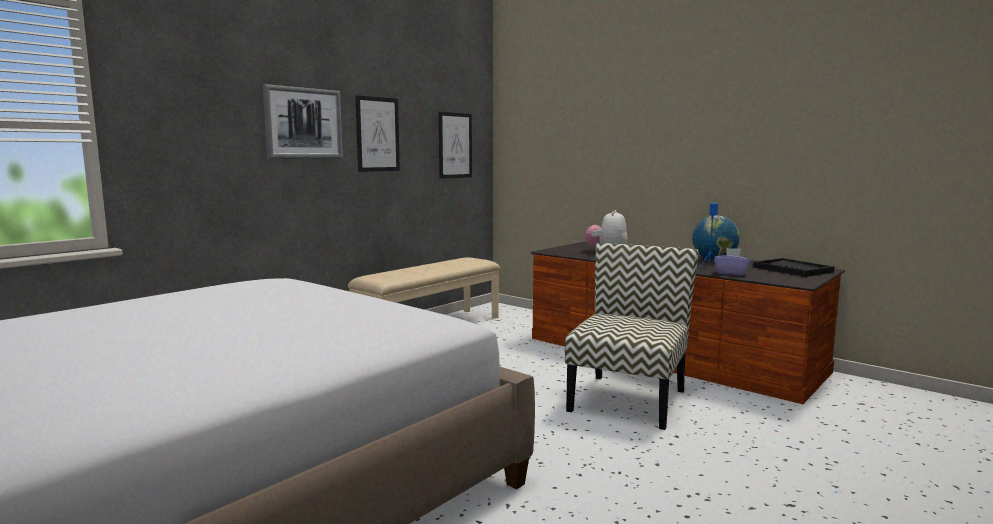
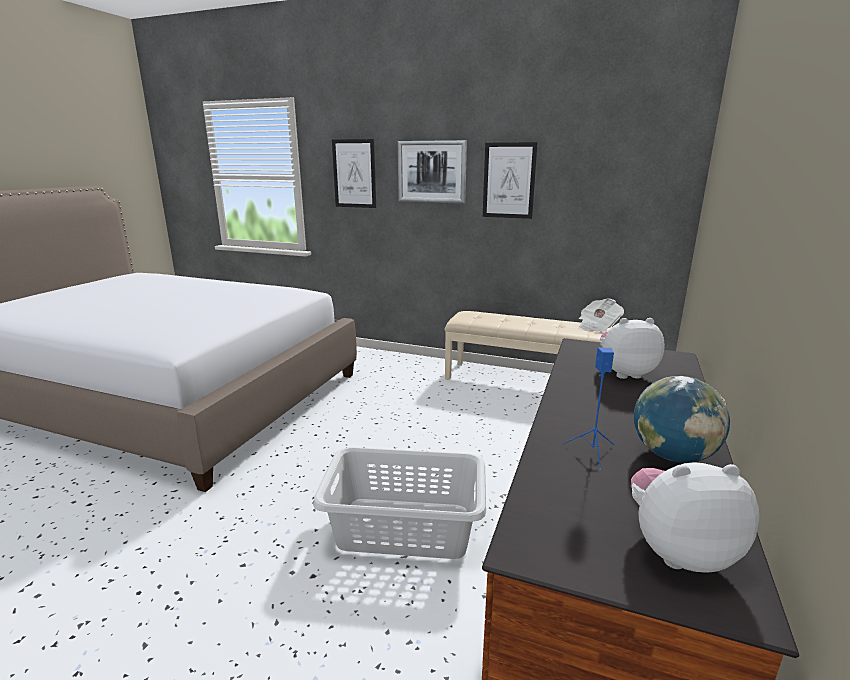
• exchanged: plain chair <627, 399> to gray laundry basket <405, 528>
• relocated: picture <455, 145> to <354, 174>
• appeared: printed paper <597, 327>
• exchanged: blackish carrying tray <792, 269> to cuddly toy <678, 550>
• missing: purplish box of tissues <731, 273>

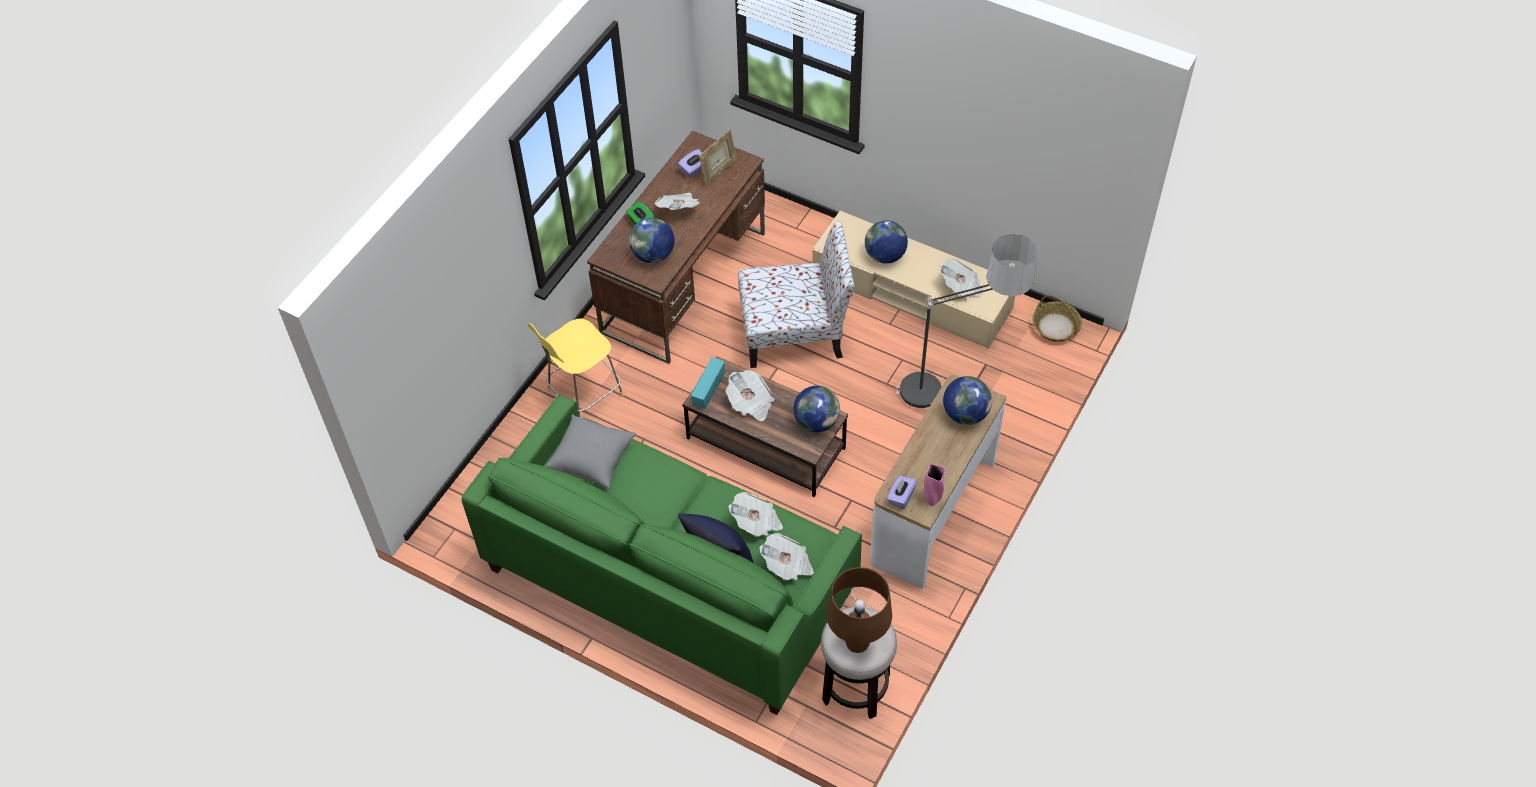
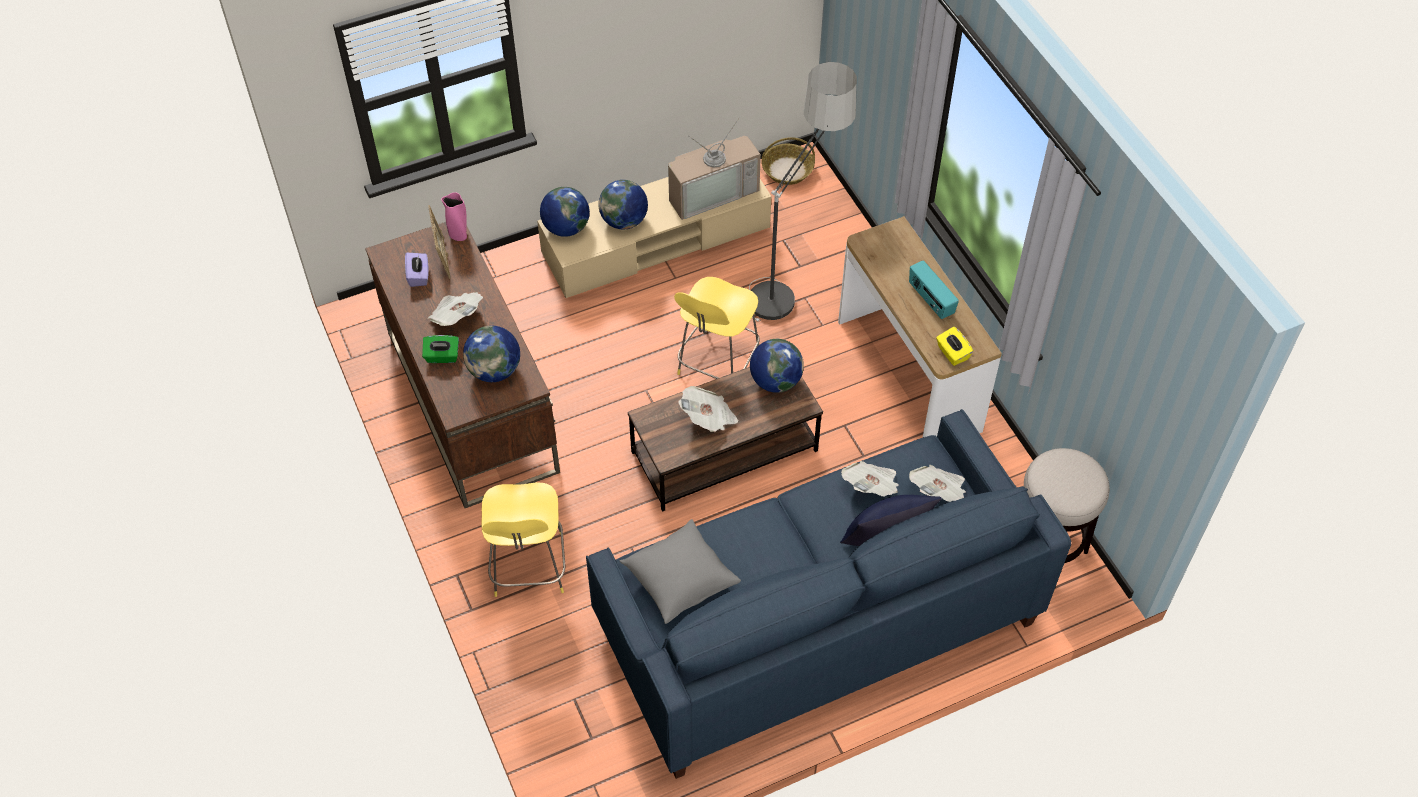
• relocated: pink-coloured decorative vase <932, 499> to <459, 236>
• relocated: desk globe <965, 414> to <566, 228>
• colour: green settee <670, 580> to blue-coloured settee <816, 623>
• exchanged: printed paper <961, 287> to TV <712, 191>
• appeared: yellow-coloured stool <717, 365>
• relocated: radio set <708, 391> to <930, 300>
• colour: purplish box of tissues <901, 497> to yellow-coloured box of tissues <952, 353>
• missing: plain chair <795, 332>
• missing: brown table lamp <857, 644>

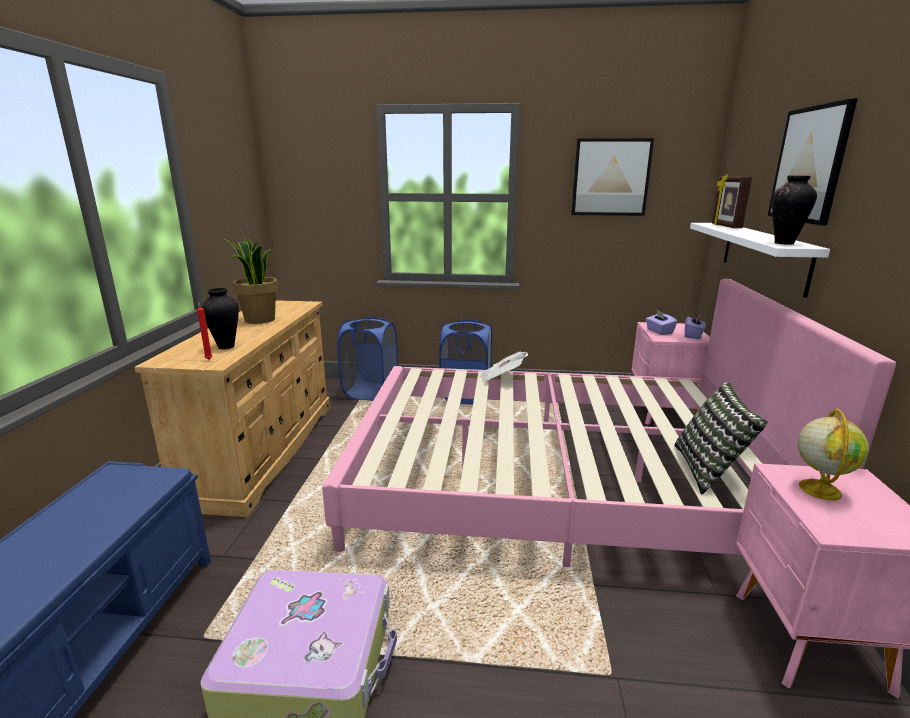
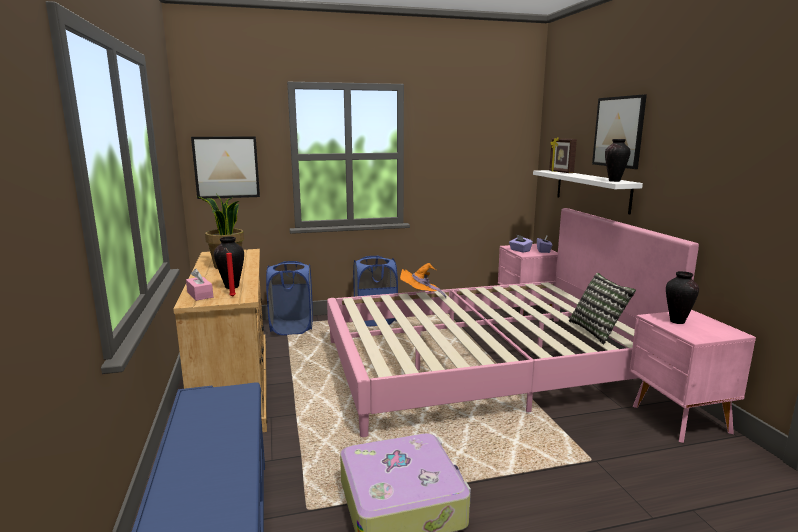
• appeared: pink-coloured box of tissues <200, 295>
• relocated: picture <610, 177> to <226, 167>
• exchanged: printed paper <501, 378> to orange hat <420, 296>
• exchanged: desk globe <819, 489> to decorative vase <676, 321>

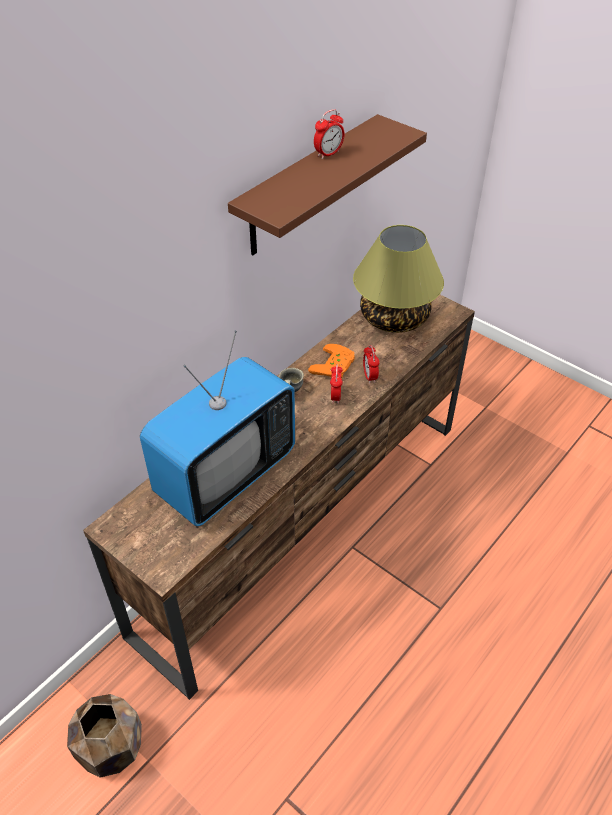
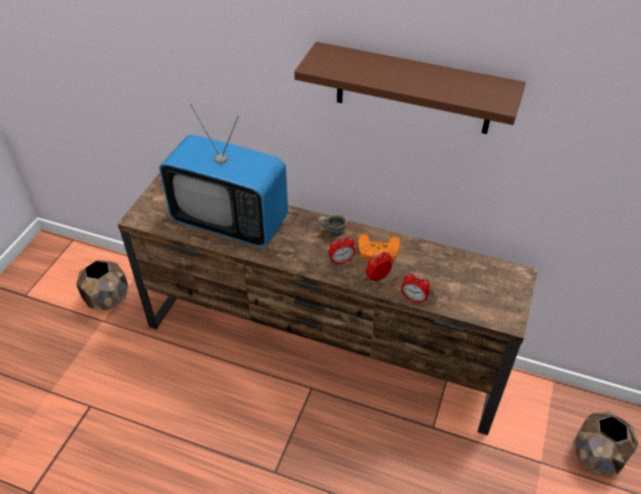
• relocated: table clock <328, 154> to <414, 299>
• appeared: brown flower pot <597, 456>
• missing: table lamp <393, 318>

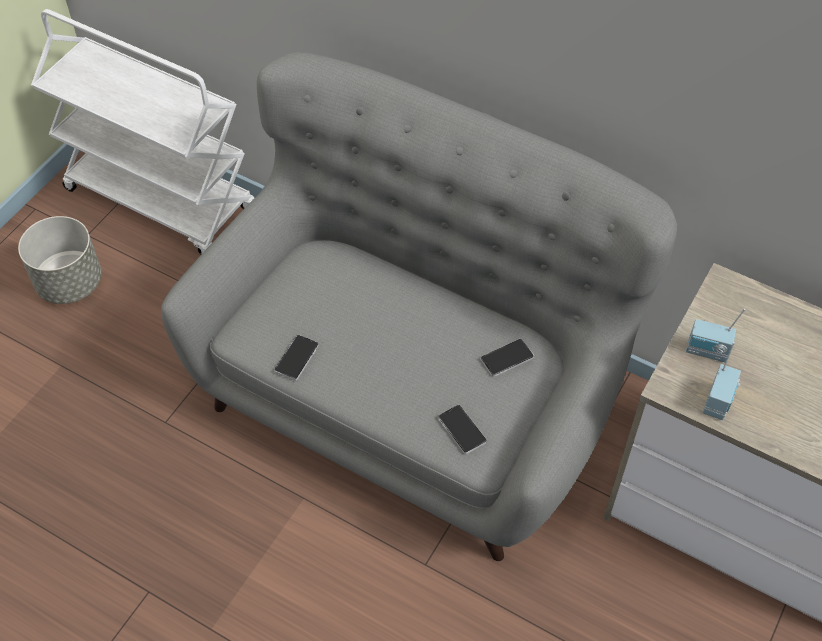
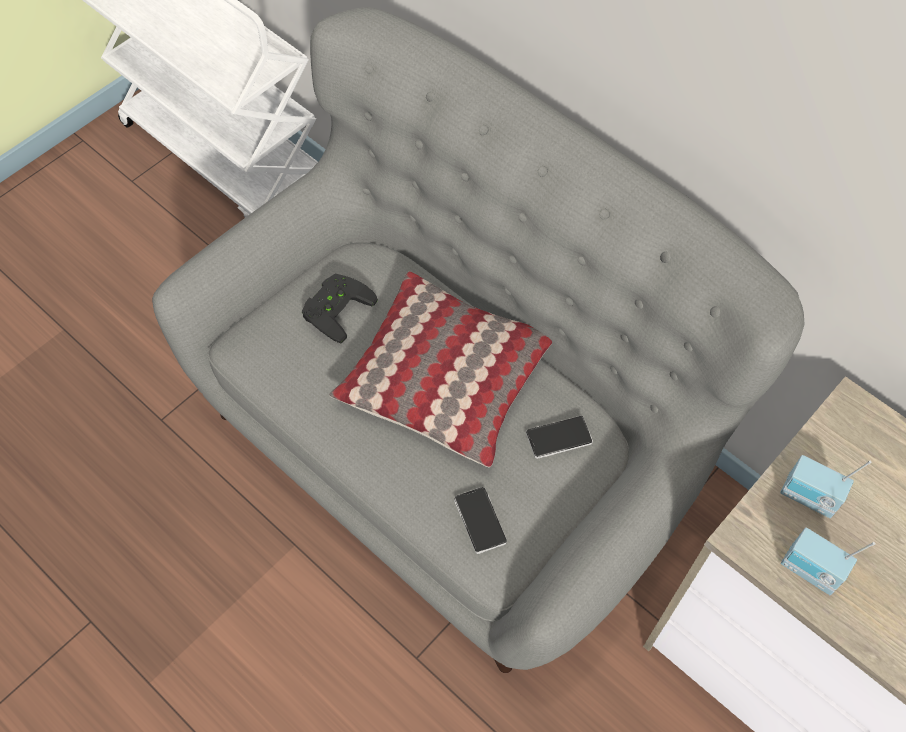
• appeared: blackish gamepad <334, 308>
• appeared: pillow <445, 378>
• spun: radio set <719, 402> = <809, 572> 90 degrees clockwise
• missing: gray flower pot <69, 282>
• missing: telephone <297, 358>

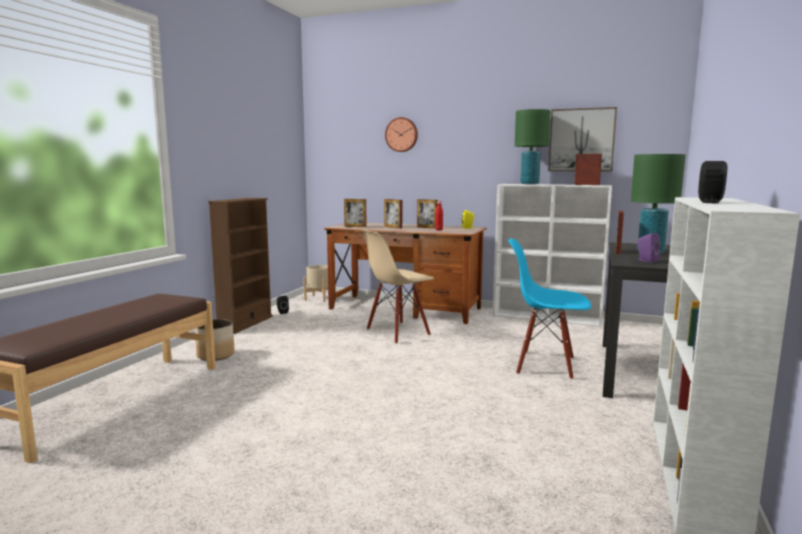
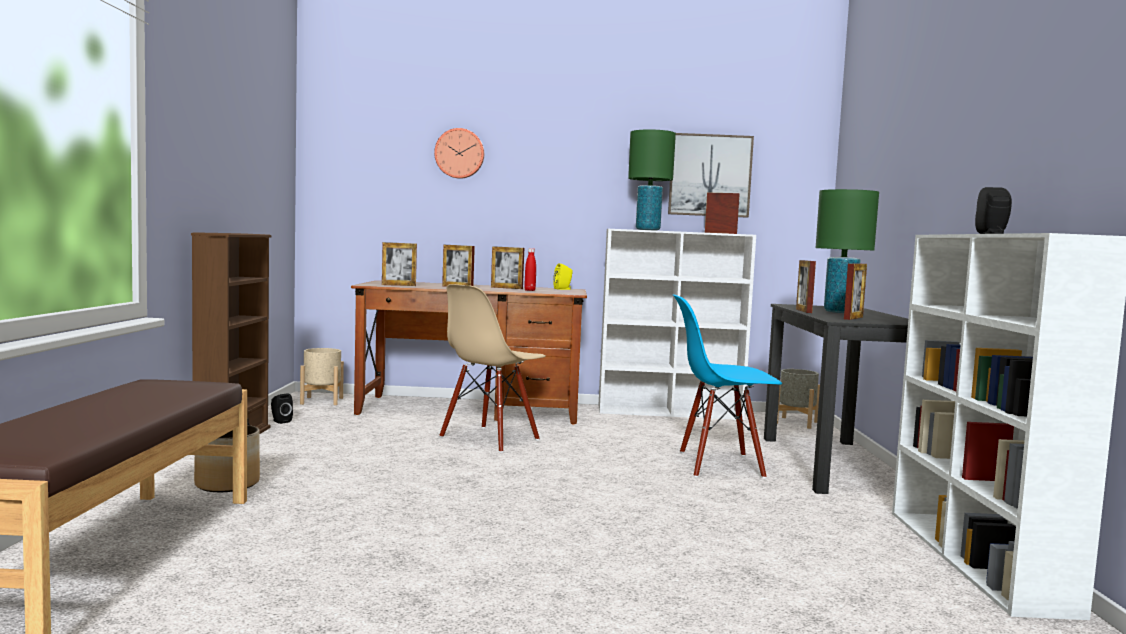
• appeared: gray flower pot <796, 423>
• exchanged: purplish speaker <646, 260> to standing frame <853, 318>

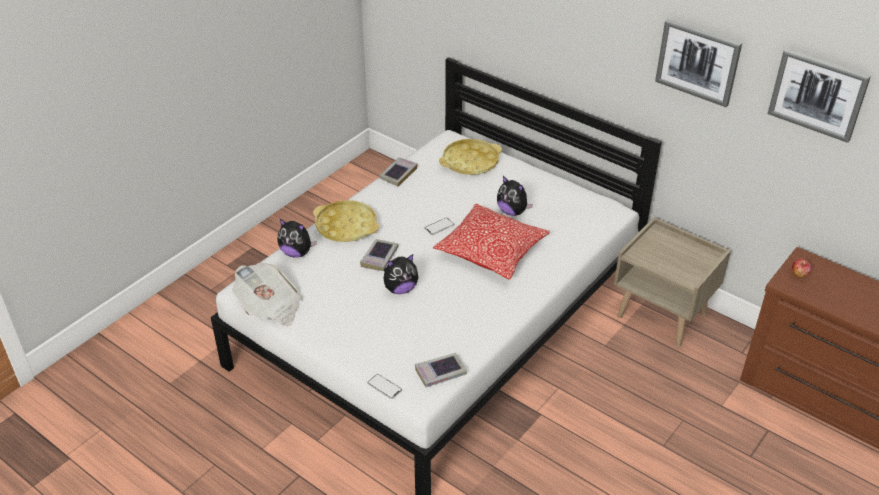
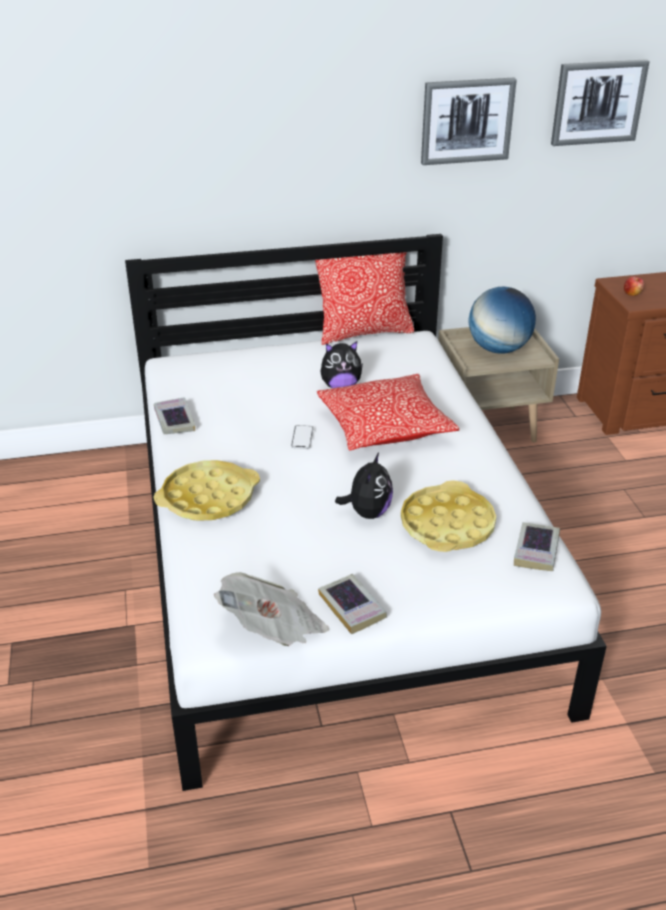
• appeared: pillow <364, 332>
• relocated: bound book <379, 257> to <352, 607>
• relocated: yellow-coloured carrying tray <470, 161> to <447, 525>
• appeared: desk globe <498, 349>
• missing: cuddly toy <297, 253>
• missing: telephone <384, 387>

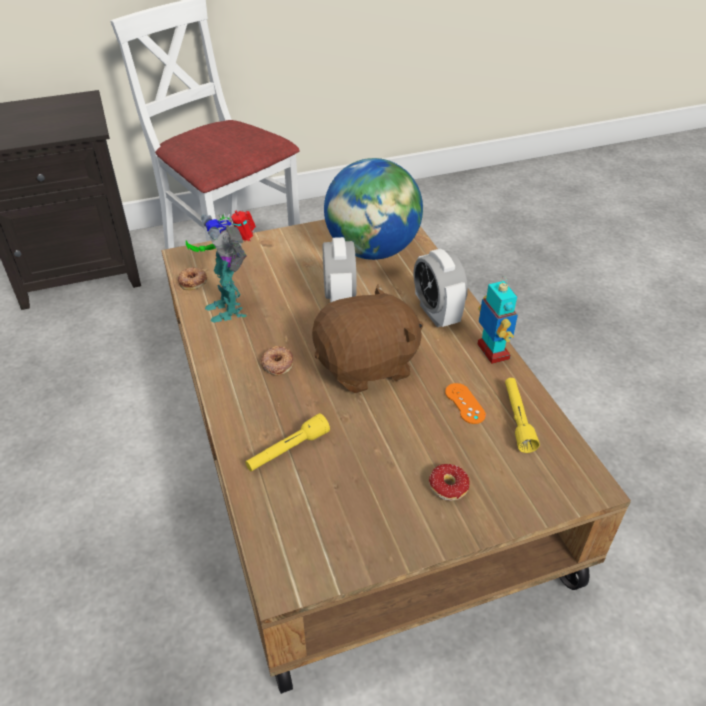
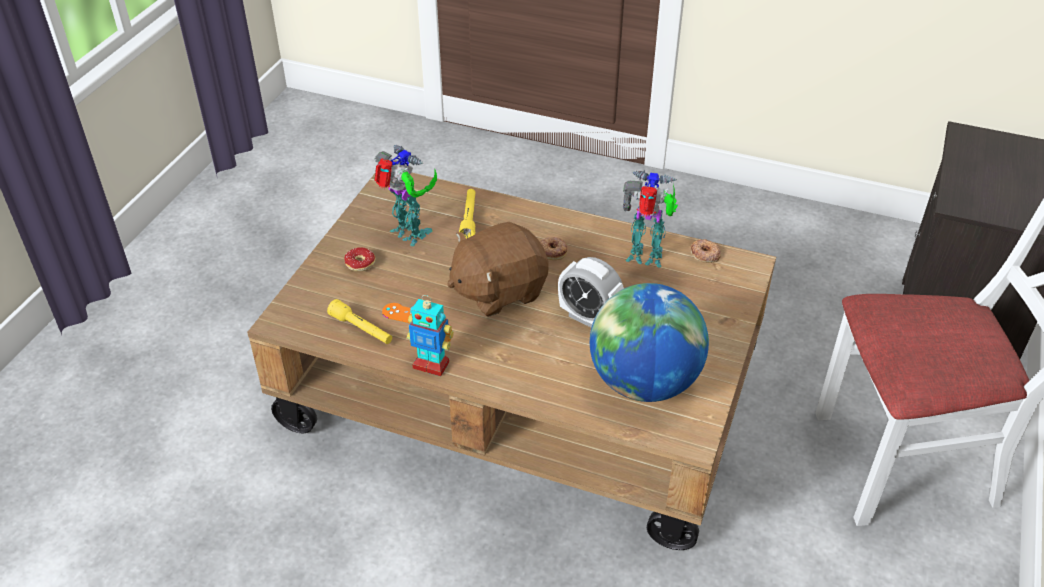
• appeared: model robot <409, 235>
• spun: brown cuddly toy <367, 366> = <498, 290> 45 degrees clockwise
• missing: table clock <436, 313>

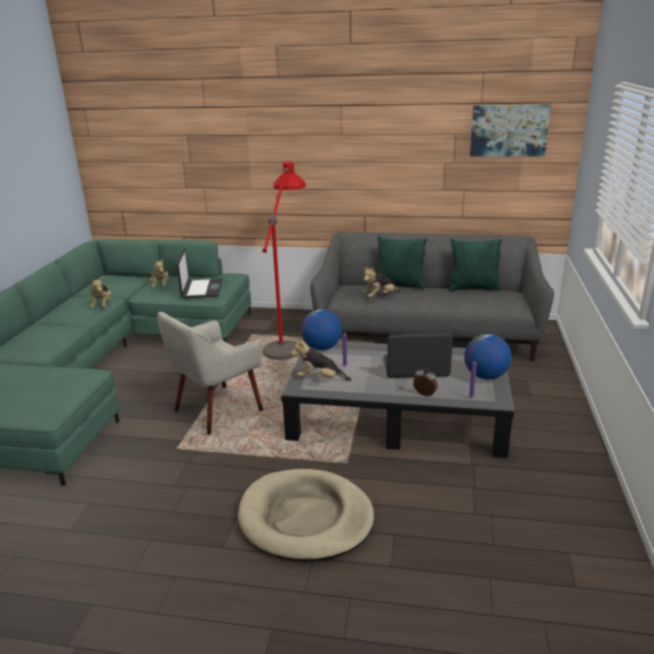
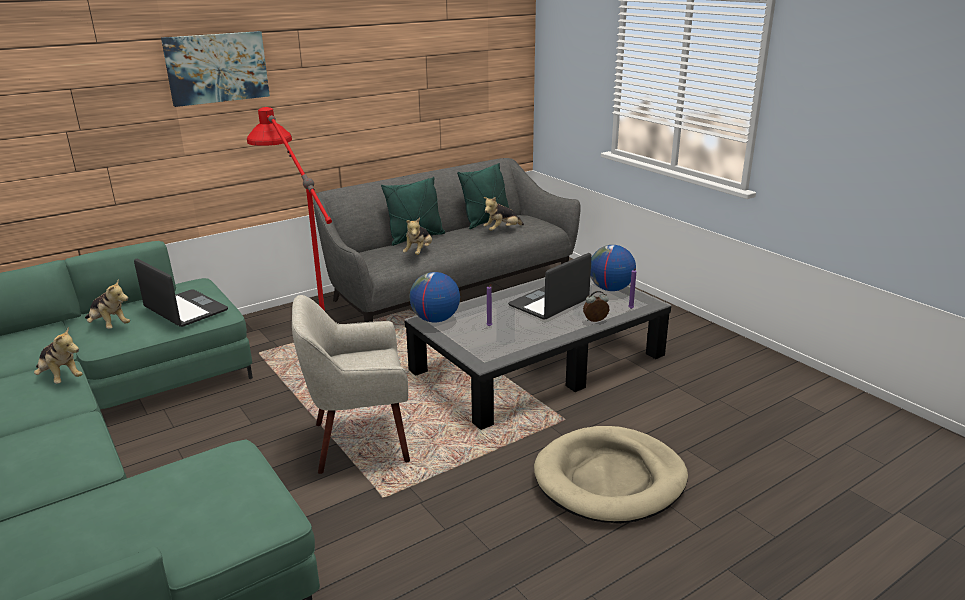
• relocated: picture <509, 130> to <217, 68>
• spun: beige armchair <216, 410> = <359, 441> 75 degrees clockwise
• relocated: cuddly toy <320, 379> to <502, 230>

